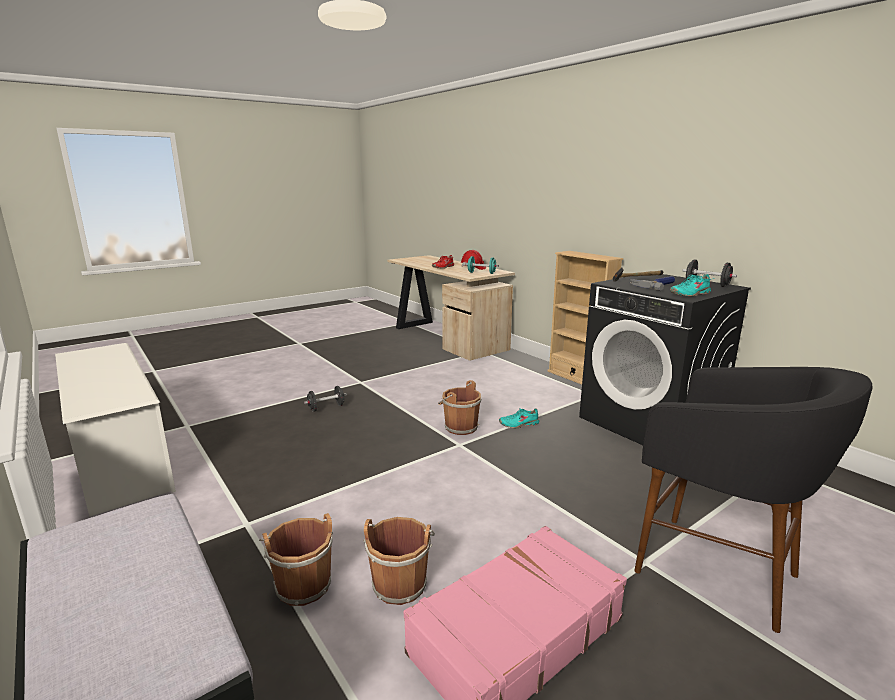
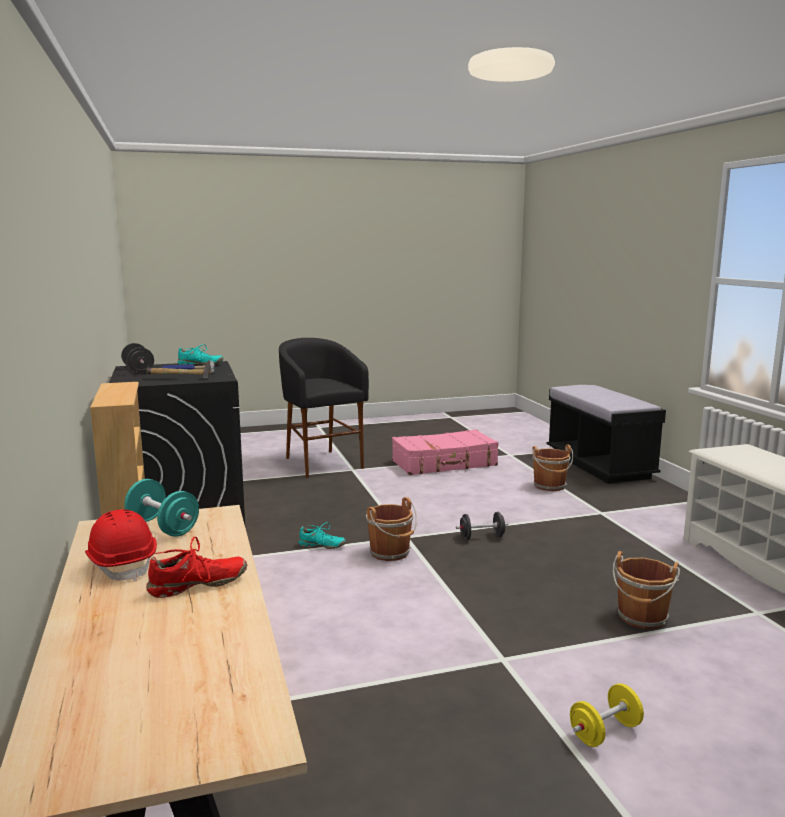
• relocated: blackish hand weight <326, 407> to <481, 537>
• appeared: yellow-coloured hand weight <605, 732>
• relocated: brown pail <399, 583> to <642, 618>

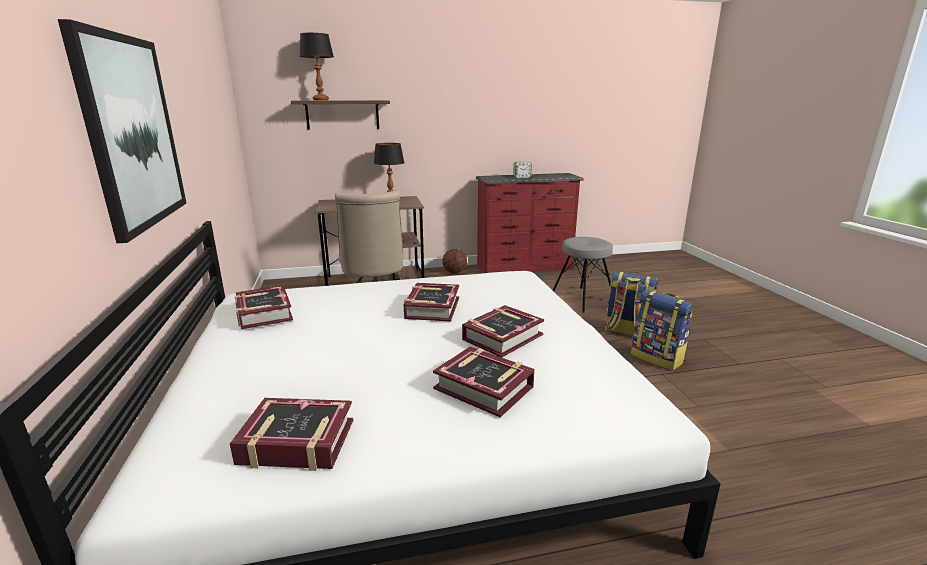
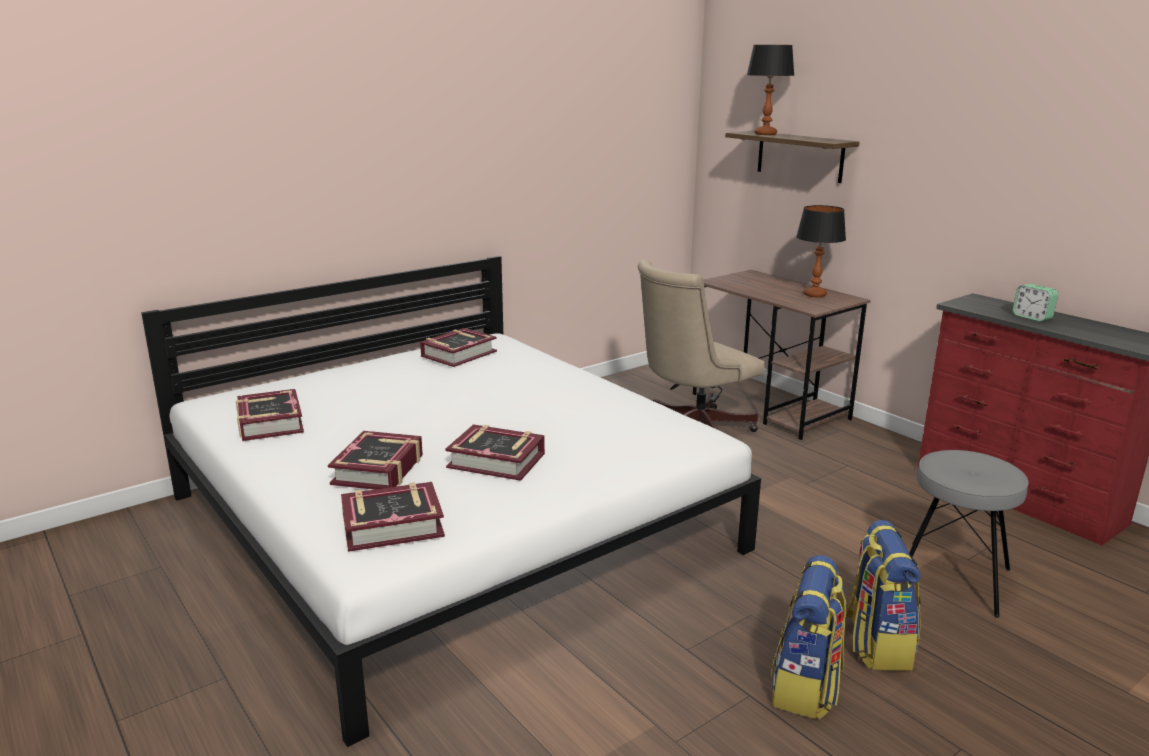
• relocated: bound book <432, 308> to <392, 525>
• missing: picture <132, 132>
• missing: basketball ball <454, 272>

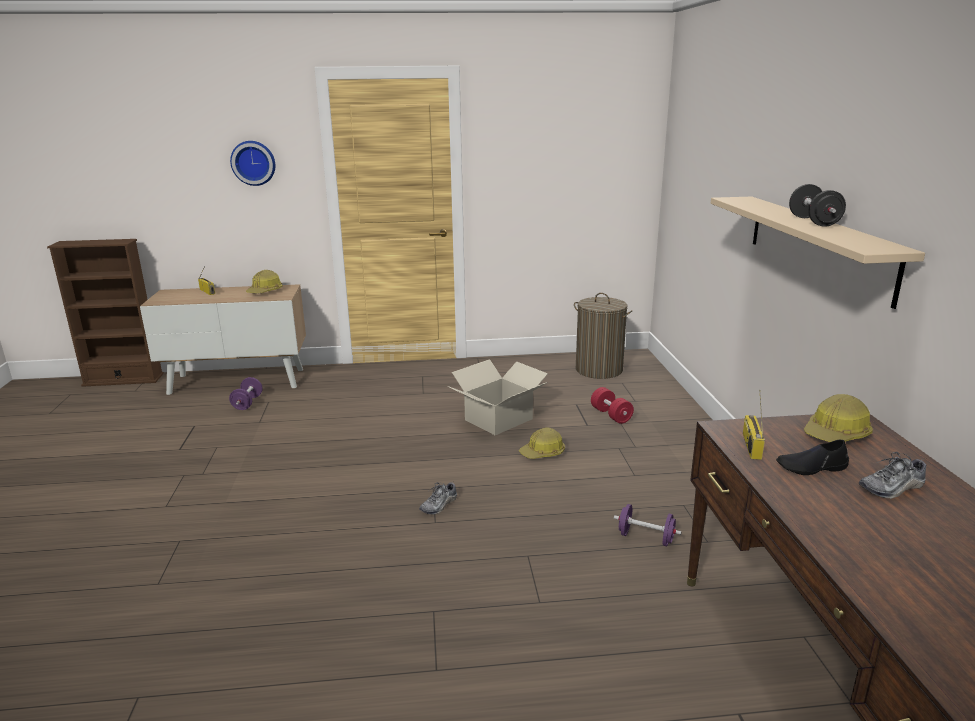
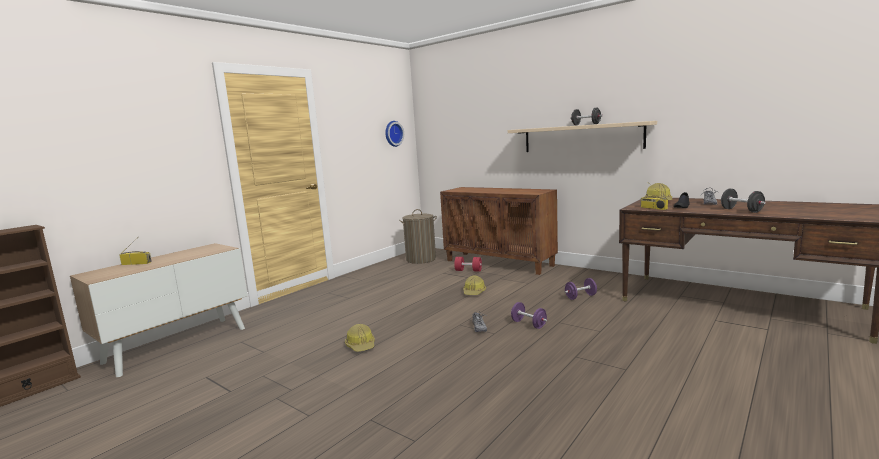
• relocated: work helmet <265, 291> to <361, 345>
• relocated: clock on the wall <253, 163> to <393, 133>
• appeared: brown cupboard <499, 263>
• relocated: purplish hand weight <247, 403> to <528, 324>
• appeared: blackish hand weight <741, 210>
• missing: cardboard box <499, 419>

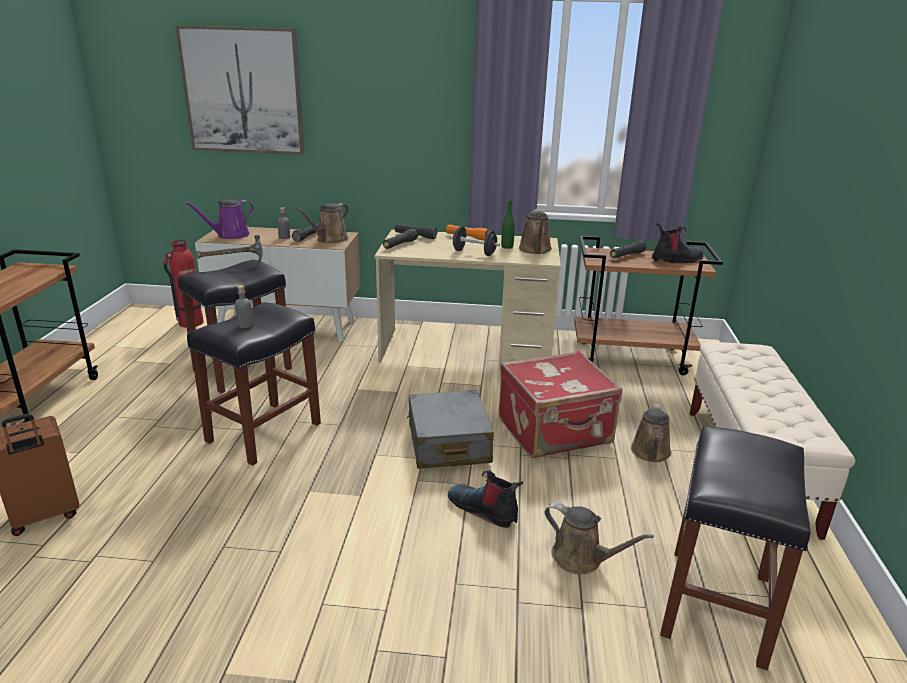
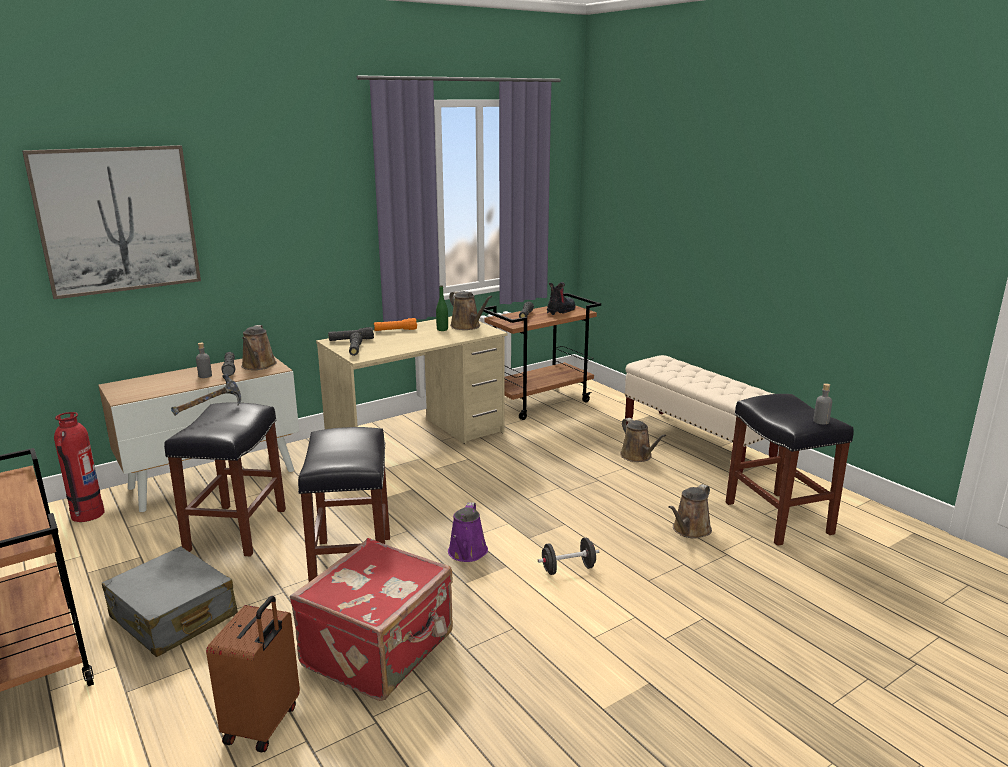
• relocated: gray suitcase <448, 443> to <173, 616>
• relocated: reddish suitcase <555, 432> to <380, 650>
• relocated: purplish watering pot <230, 235> to <467, 553>
• relocated: blackish hand weight <474, 253> to <568, 569>
• spun: brown watering pot <581, 558> = <689, 530> 135 degrees clockwise
• relocated: gray beverage bottle <245, 324> to <821, 421>
• missing: high-top boot <484, 510>

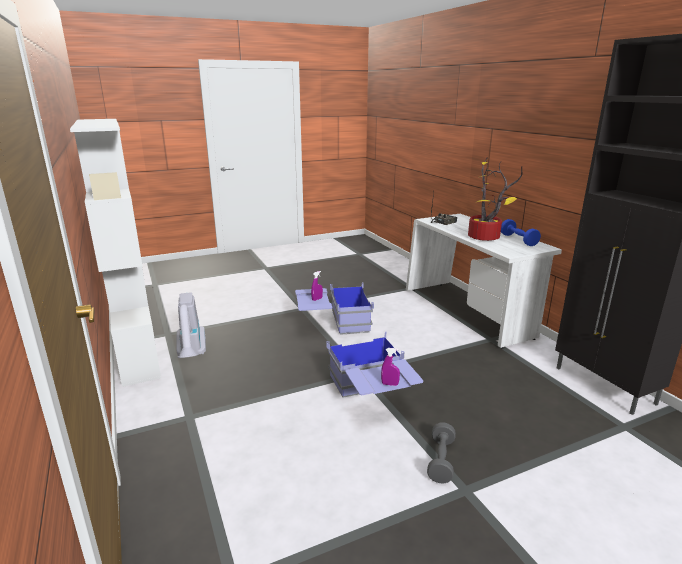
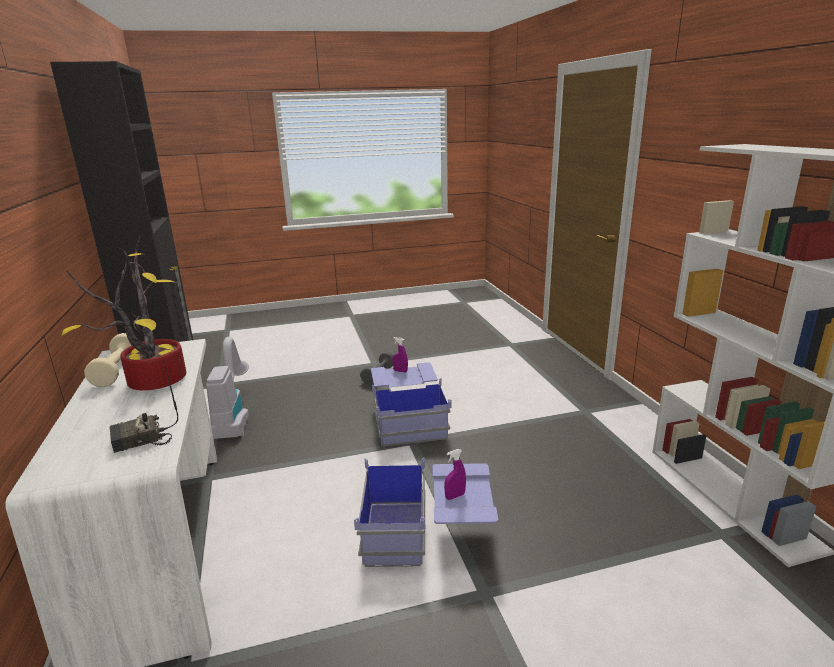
• colour: blue-coloured hand weight <518, 240> to beige hand weight <117, 371>
• relocated: vacuum cleaner <192, 356> to <233, 418>

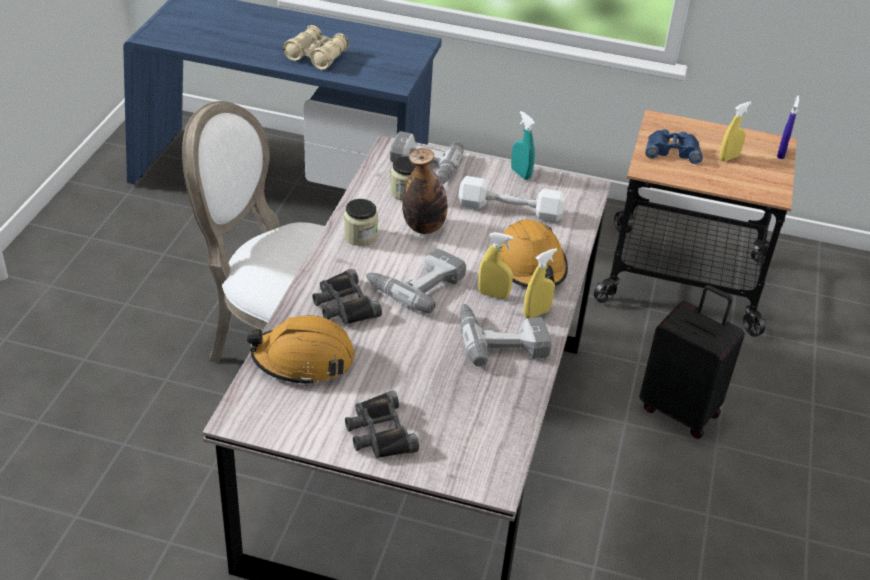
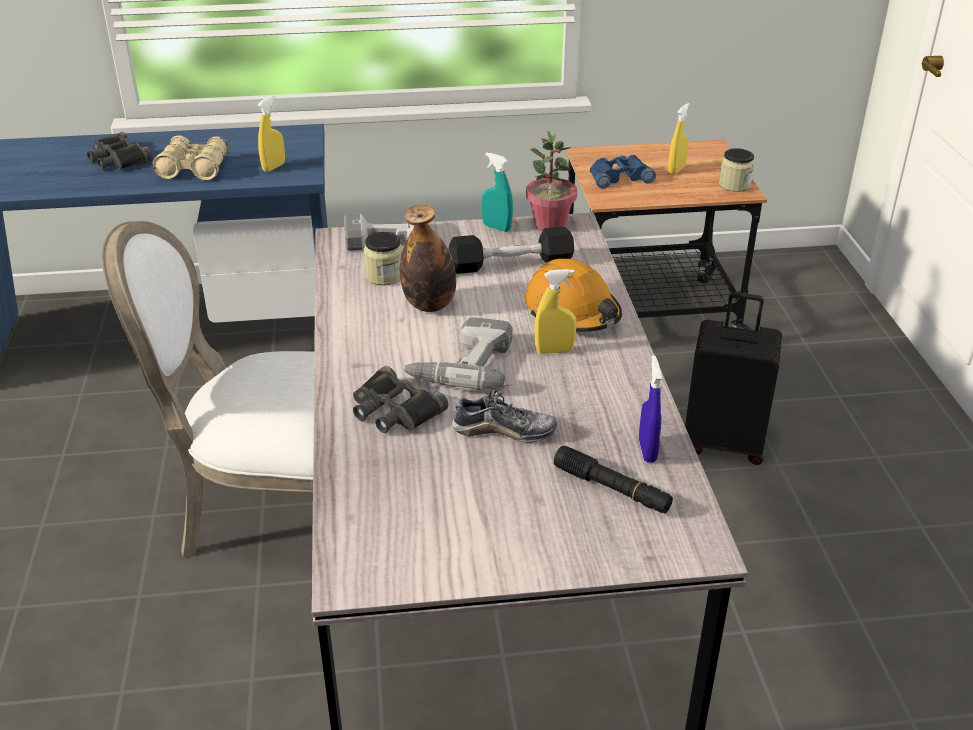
• relocated: blackish binoculars <379, 432> to <118, 159>
• relocated: yellow-coloured spray bottle <536, 313> to <274, 167>
• colour: white hand weight <510, 209> to blackish hand weight <510, 264>
• appeared: item of footwear <504, 430>
• appeared: potted plant <550, 225>
• appeared: blackish torch <612, 489>
• relocated: blue-coloured spray bottle <781, 153> to <647, 451>
• relocated: jar <360, 236> to <734, 185>
• missing: orange work helmet <303, 360>
• missing: drill <501, 338>

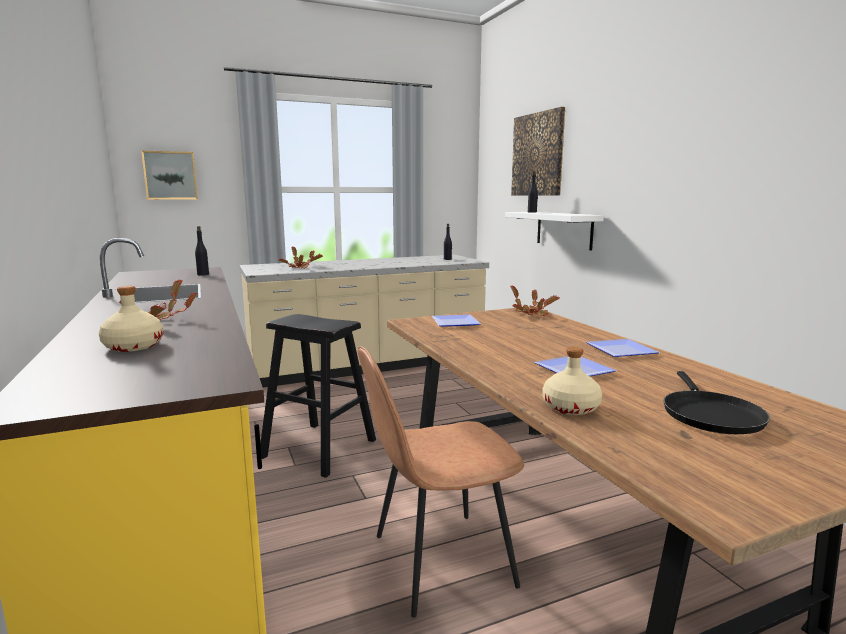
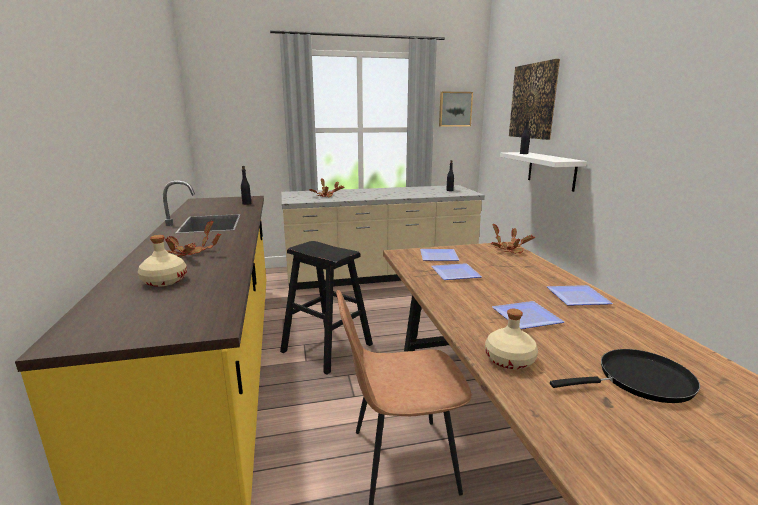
• appeared: dinner plate <453, 273>
• relocated: picture <170, 175> to <455, 109>
• spun: blackish pan <709, 414> = <639, 381> 120 degrees counterclockwise

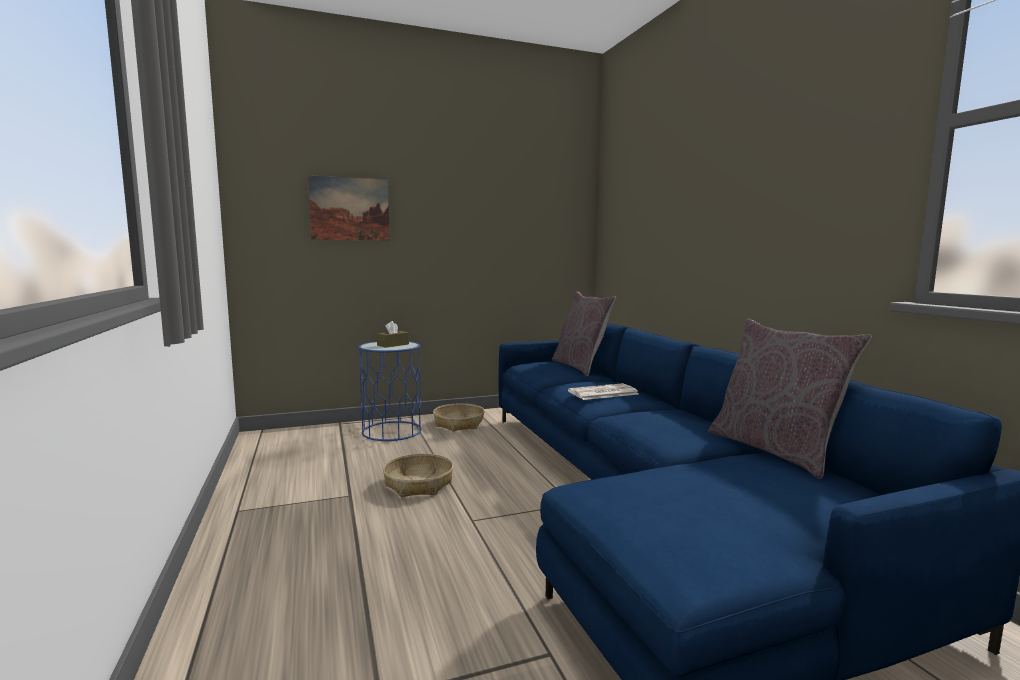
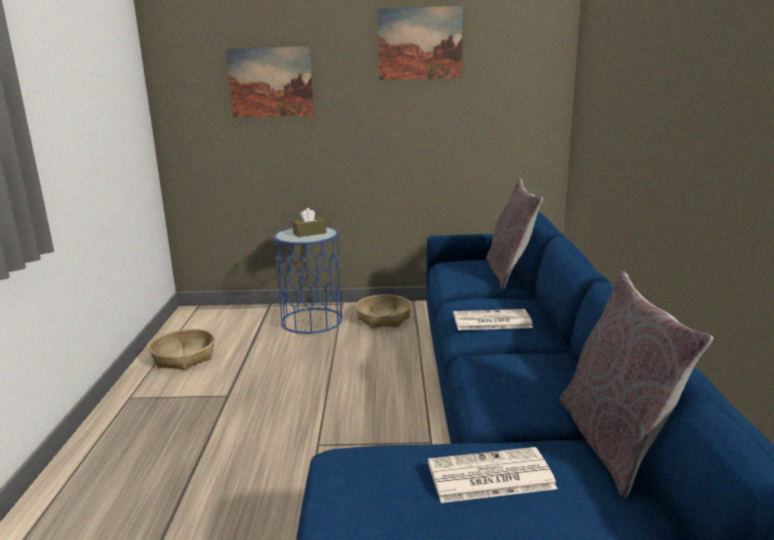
• relocated: storage basket <419, 484> to <184, 357>
• appeared: picture <420, 43>
• appeared: printed paper <489, 476>

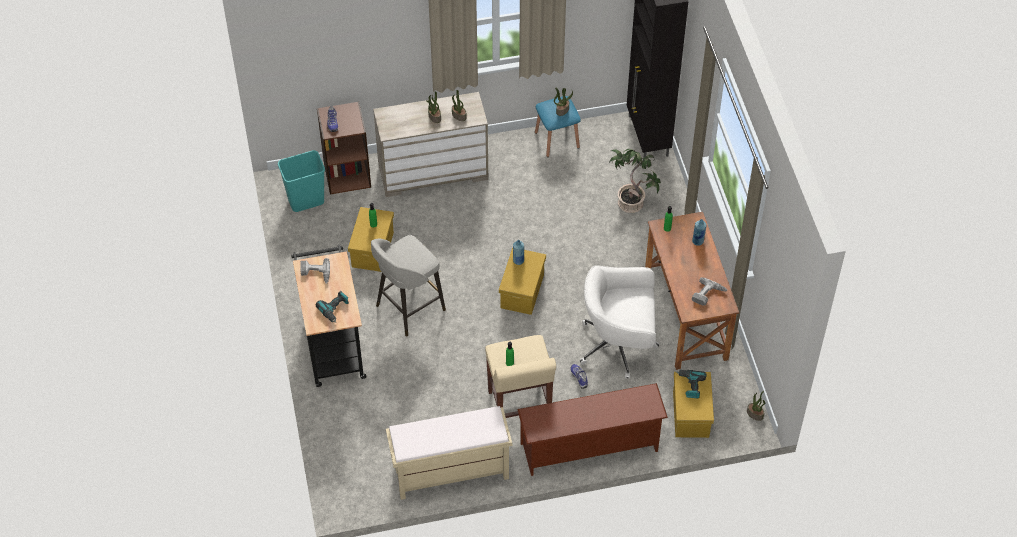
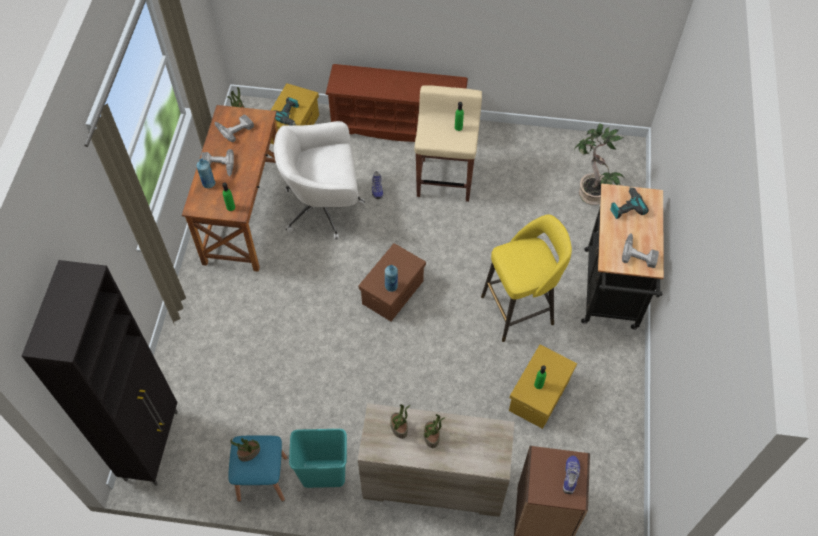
• appeared: drill <218, 166>
• spun: white desk chair <619, 345> = <324, 207> 150 degrees clockwise
• relocated: turquoise waste bin <306, 200> to <323, 474>
• colour: yellow-coloured storage bin <522, 291> to brown storage bin <393, 291>
• colour: gray stool <408, 309> to yellow-coloured stool <519, 310>
• relocated: potted plant <632, 203> to <591, 193>
• missing: beige indoor bench <450, 473>

